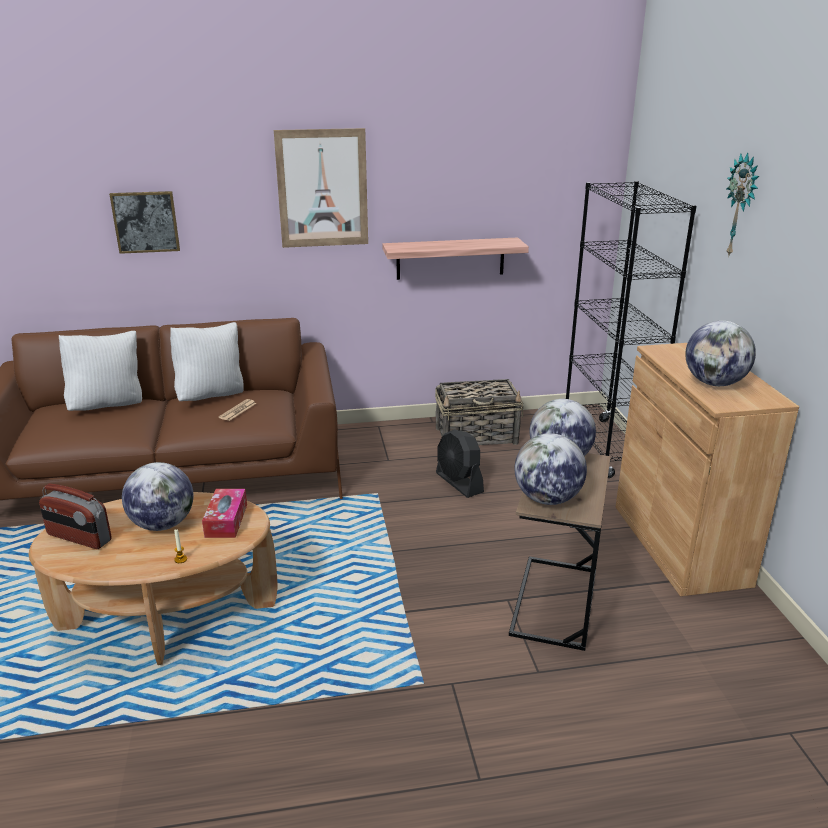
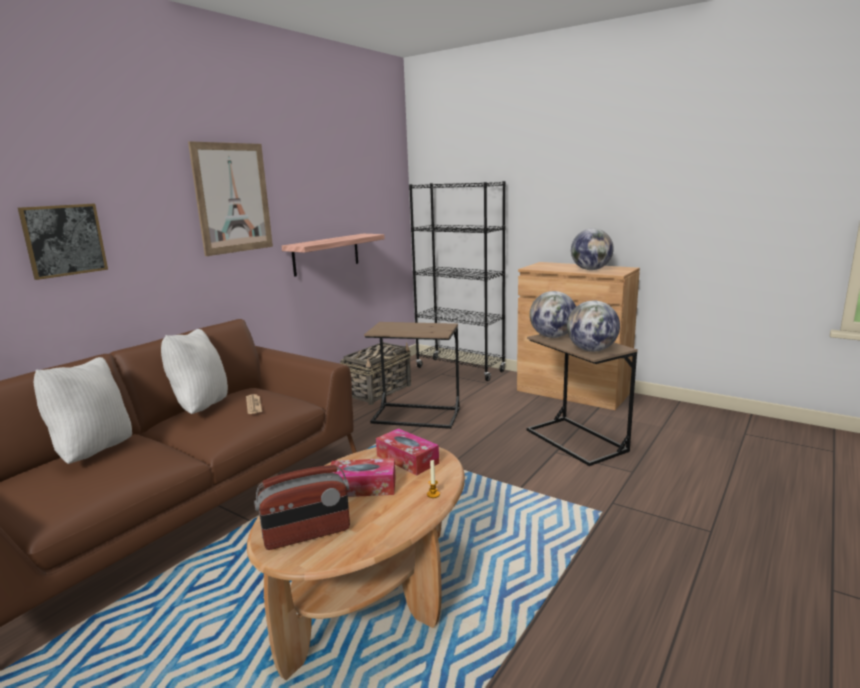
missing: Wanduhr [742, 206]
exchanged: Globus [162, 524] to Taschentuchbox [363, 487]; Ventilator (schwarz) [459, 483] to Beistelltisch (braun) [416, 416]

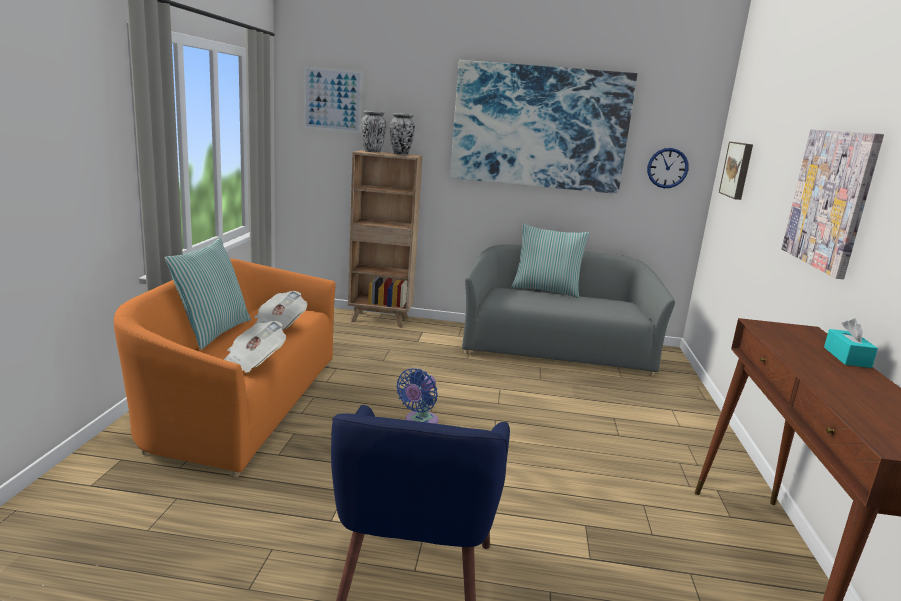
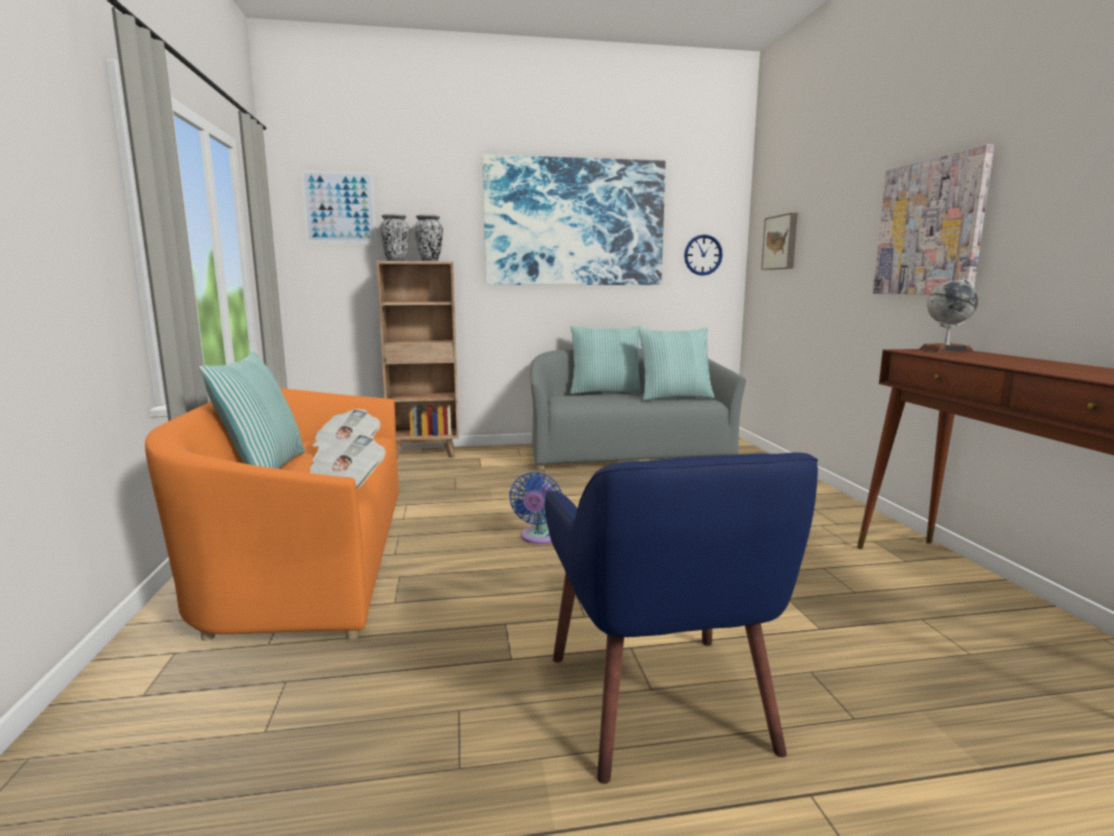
missing: Taschentuchbox (türkis) [847, 357]
appeared: Kissen [674, 397]; Globus [945, 350]

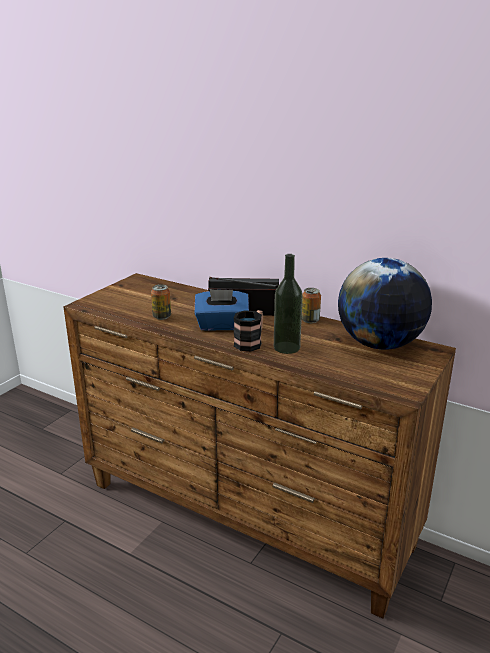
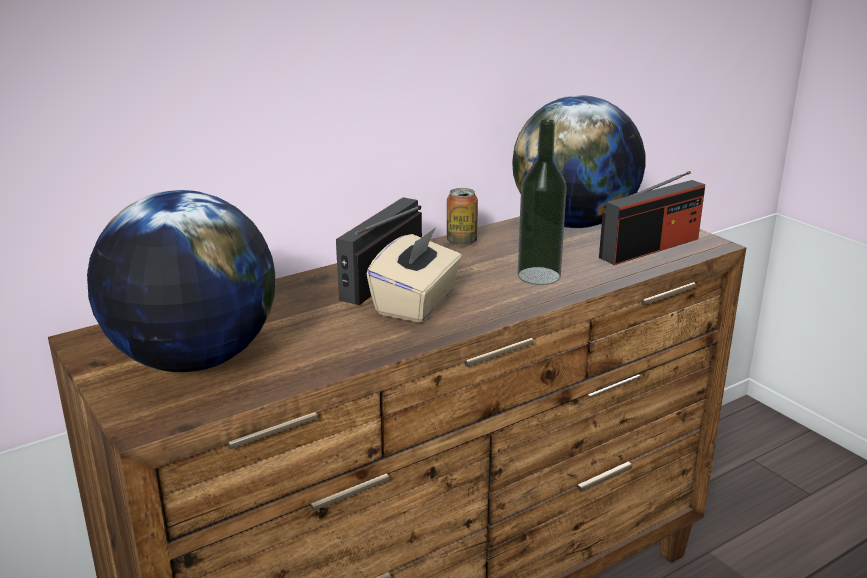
missing: Dose [162, 317]; Henkelbecher [251, 342]
appeared: Globus [193, 360]; Radio [650, 248]
colour: Taschentuchbox (blau) [222, 325] to Taschentuchbox (beige) [416, 303]

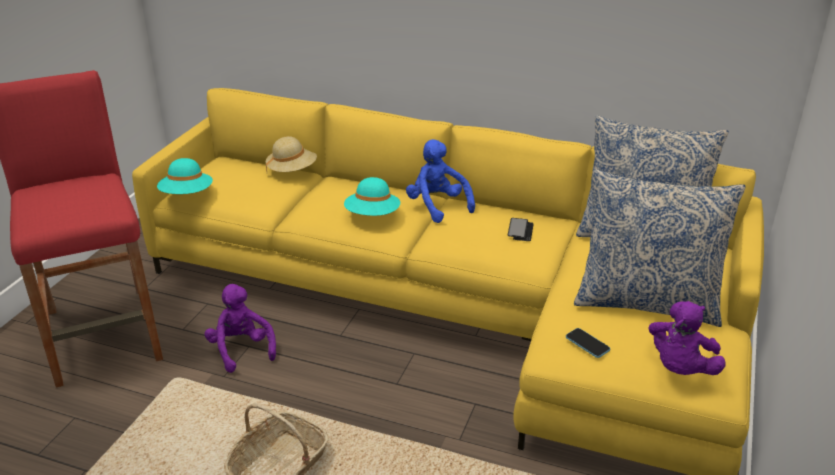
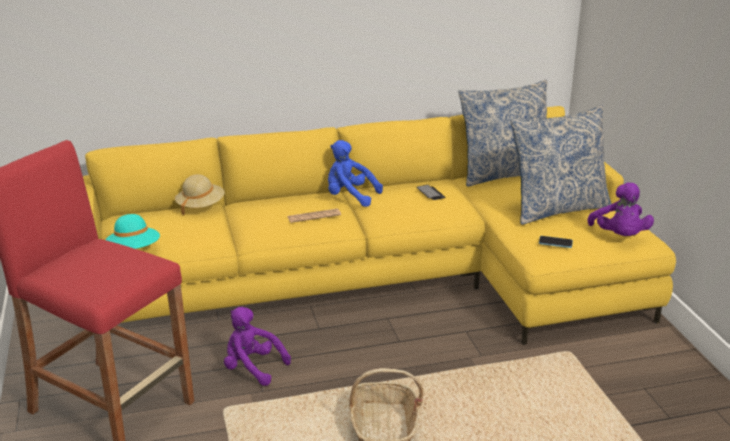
exchanged: Hut (türkis) [372, 215] to Zeitung [314, 216]

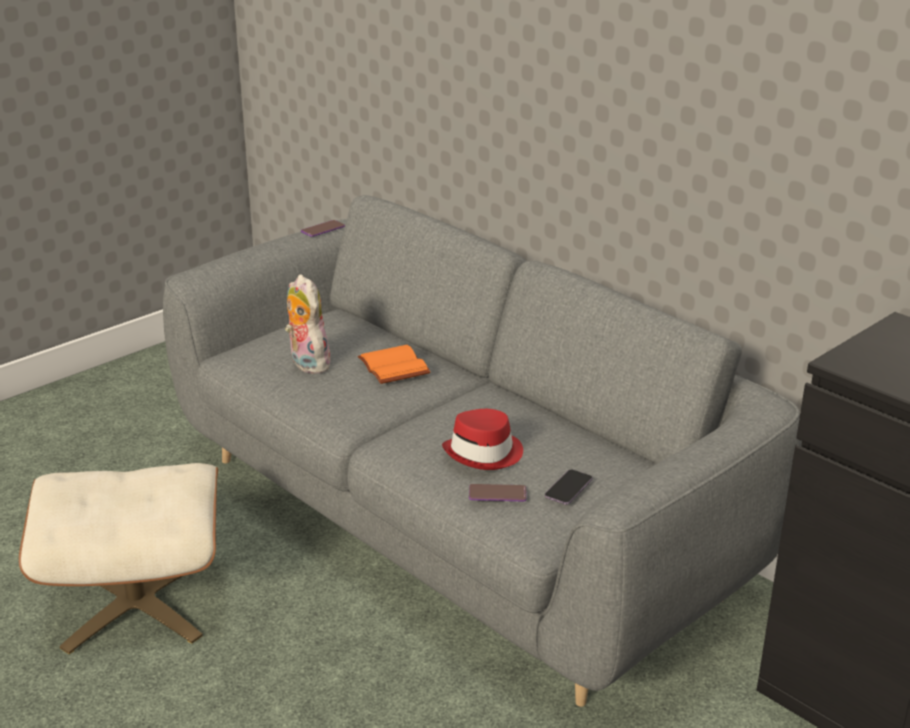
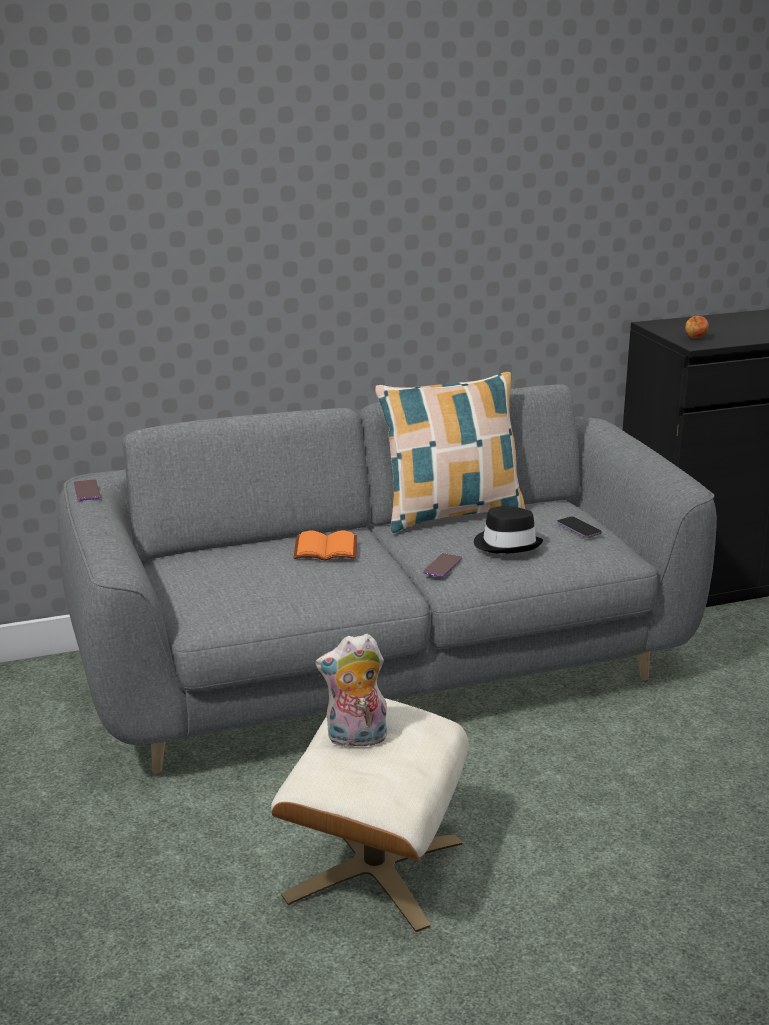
appeared: Kissen [451, 514]; Apfel [695, 338]
relocated: Plüschtier [306, 363] to [355, 739]; Handy [497, 494] to [442, 566]
colour: Hut (rot) [484, 453] to Hut (schwarz) [507, 544]

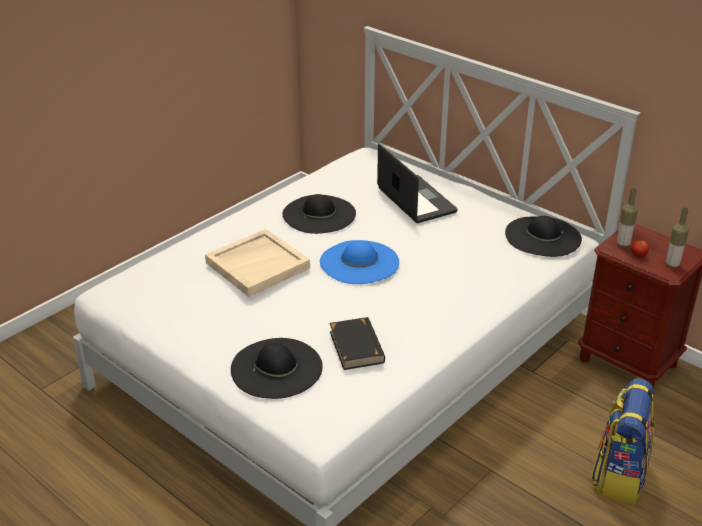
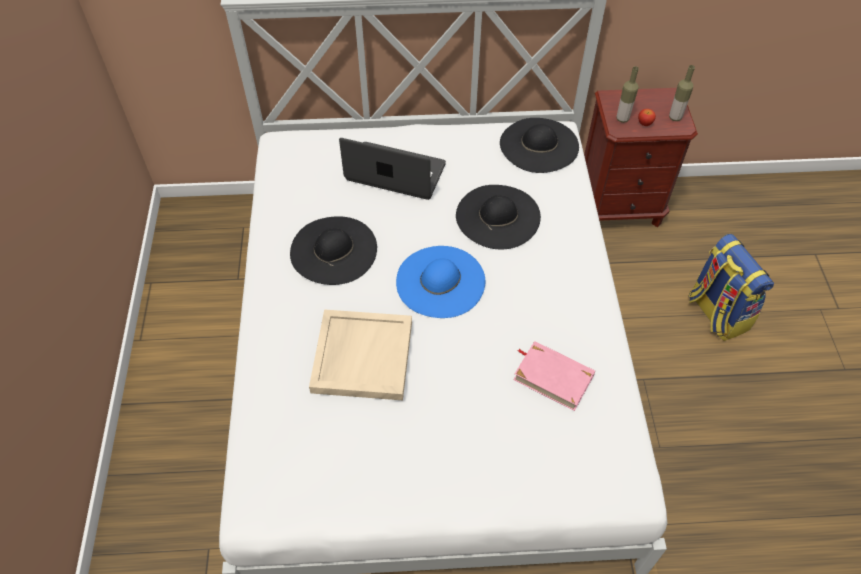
relocated: Hut (schwarz) [276, 368] to [498, 216]
colour: Buch (schwarz) [357, 347] to Buch (rosa) [553, 377]

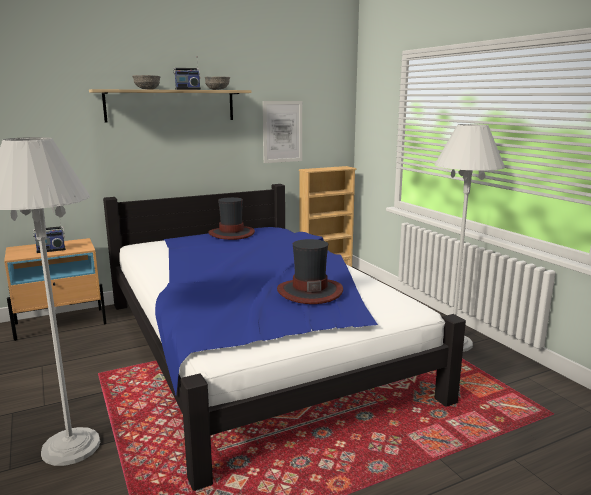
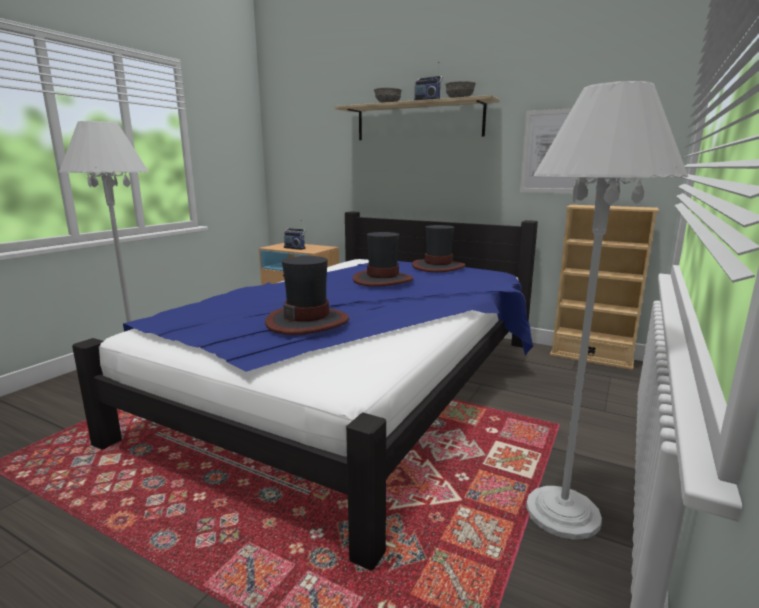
appeared: Hut [382, 280]

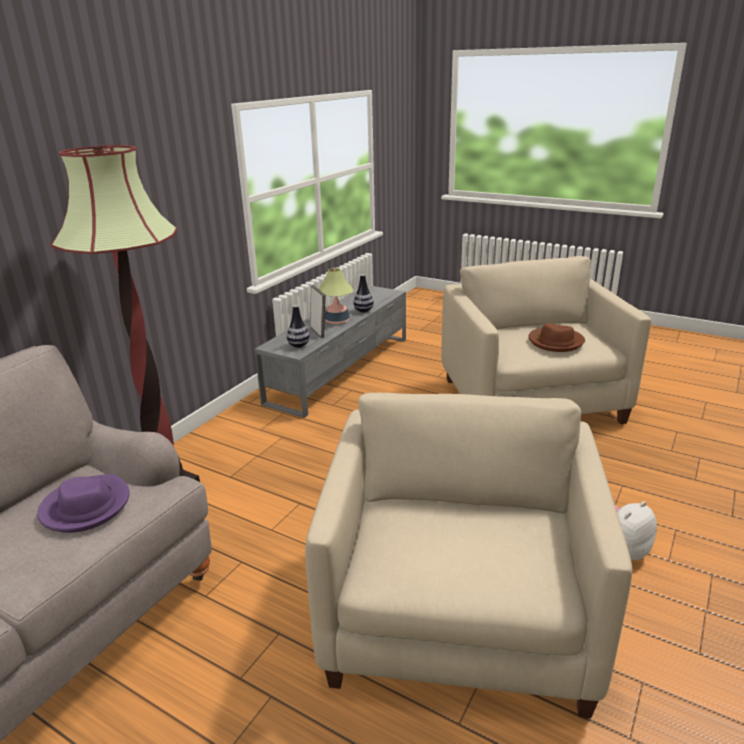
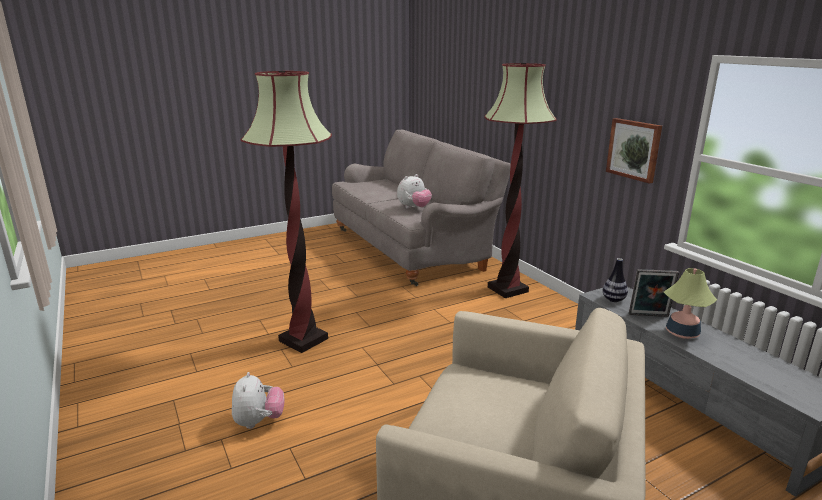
missing: Vase [363, 311]; Hut (braun) [555, 342]
appeared: Bild [634, 149]
exchanged: Hut (lila) [86, 507] to Plüschtier [414, 208]; Sessel (beige) [459, 615] to Stehlampe [303, 340]

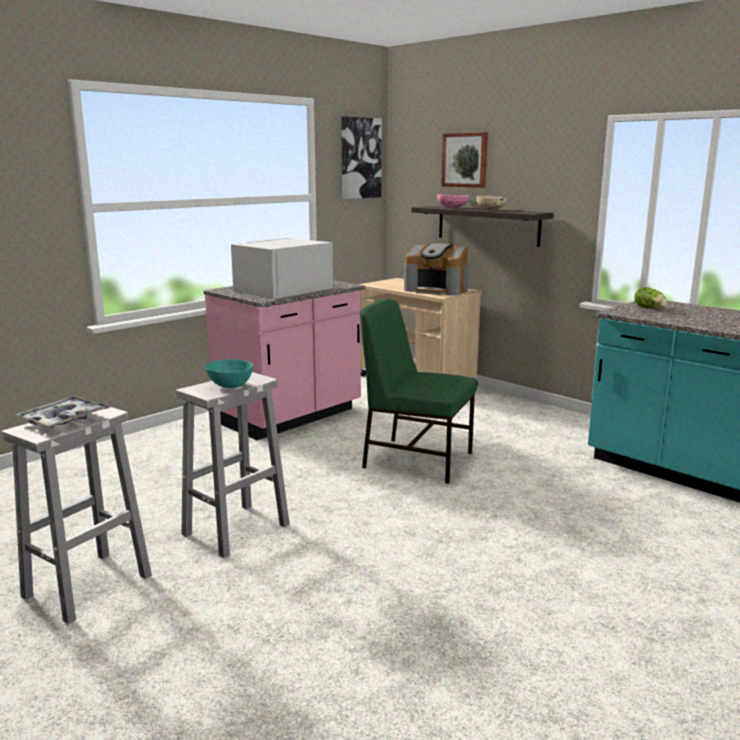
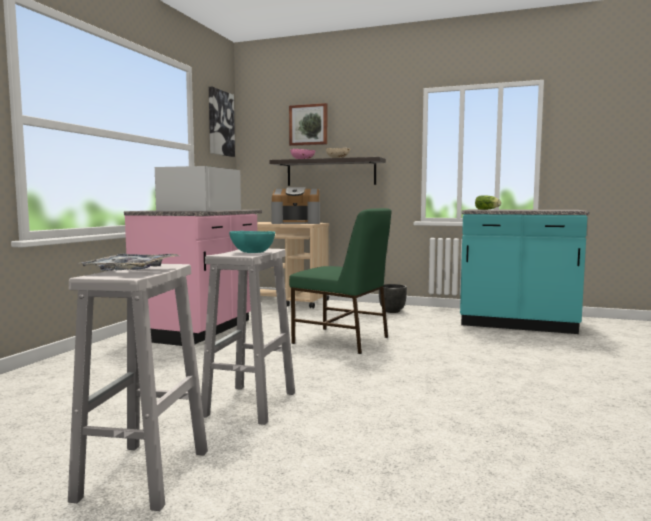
appeared: Pflanzkübel (schwarz) [392, 311]
spun: Stuhl (grün) [416, 459] = [342, 340] 150 degrees counterclockwise

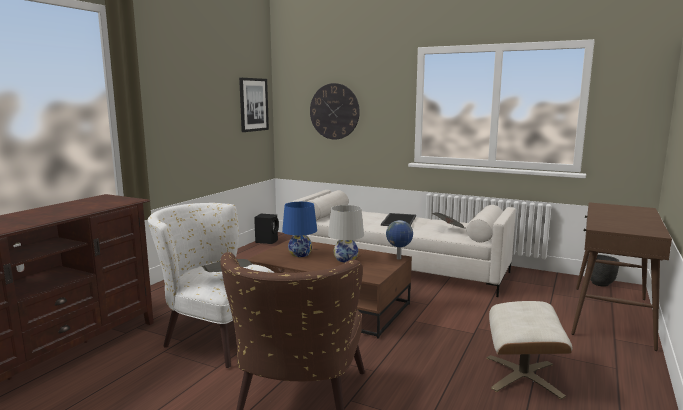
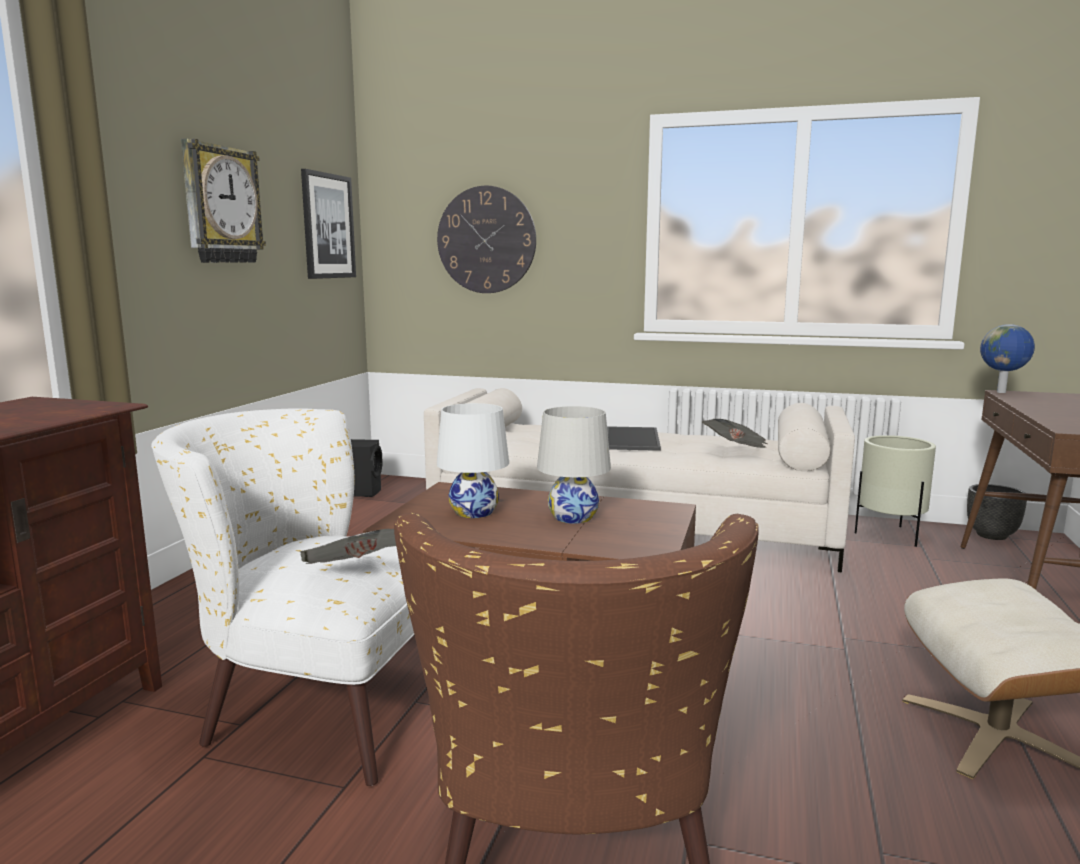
appeared: Wanduhr [221, 205]; Pflanzkübel (beige) [890, 535]
relocated: Globus [399, 258] to [1002, 392]
colour: Tischlampe (blau) [300, 254] to Tischlampe (weiß) [474, 512]

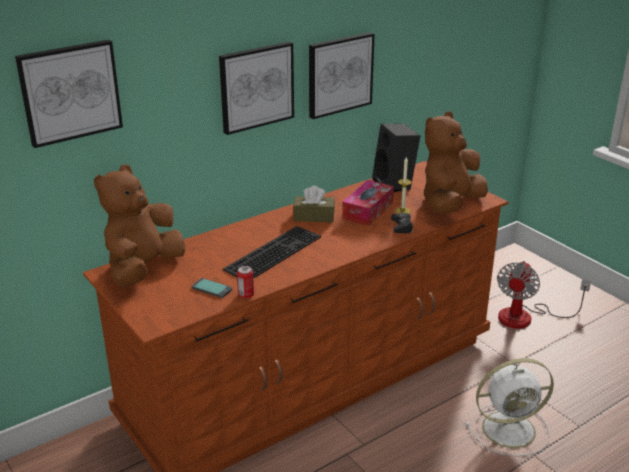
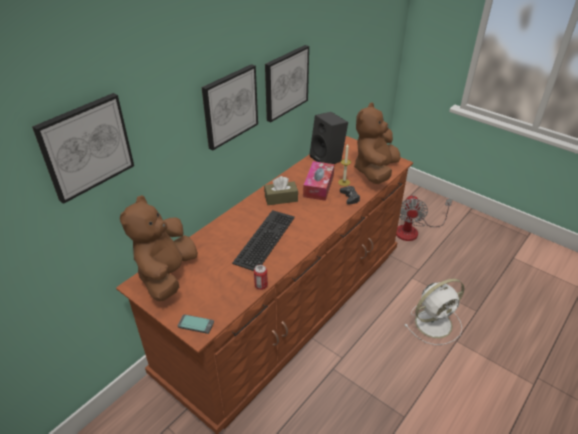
relocated: Handy [212, 288] to [196, 324]

